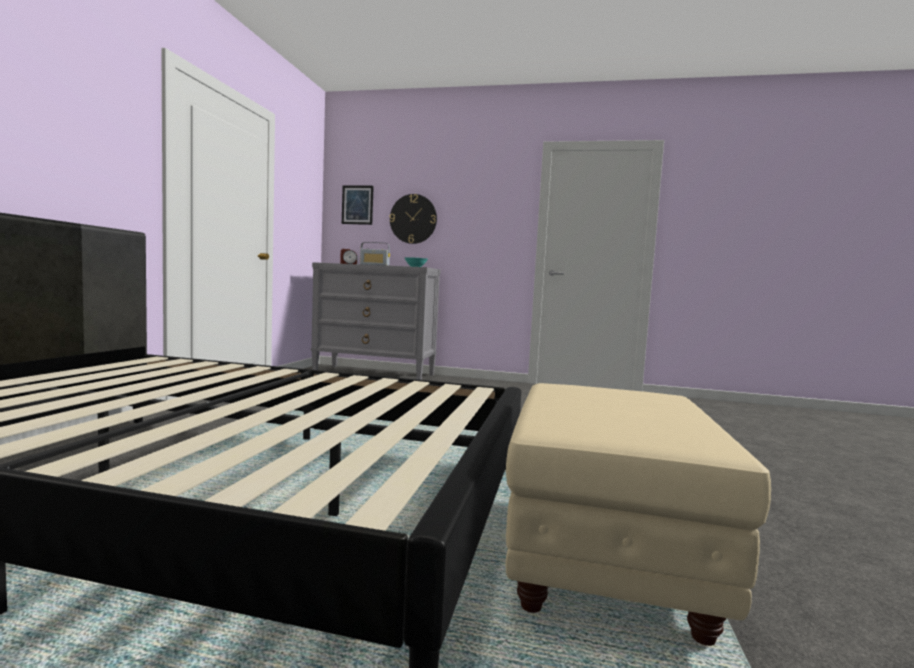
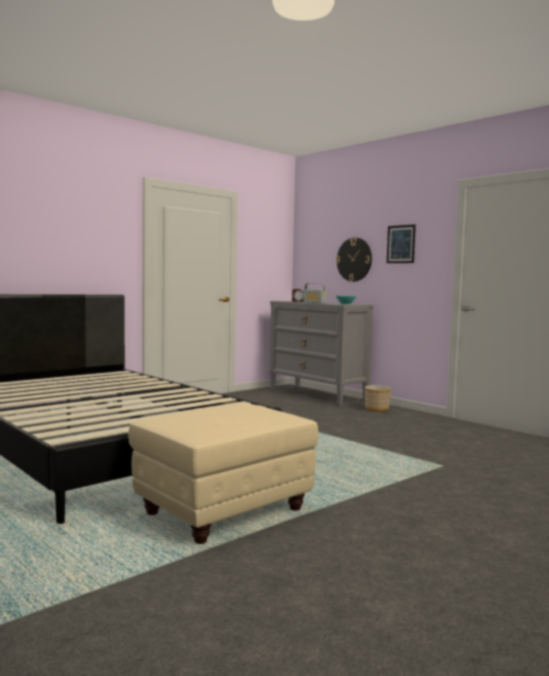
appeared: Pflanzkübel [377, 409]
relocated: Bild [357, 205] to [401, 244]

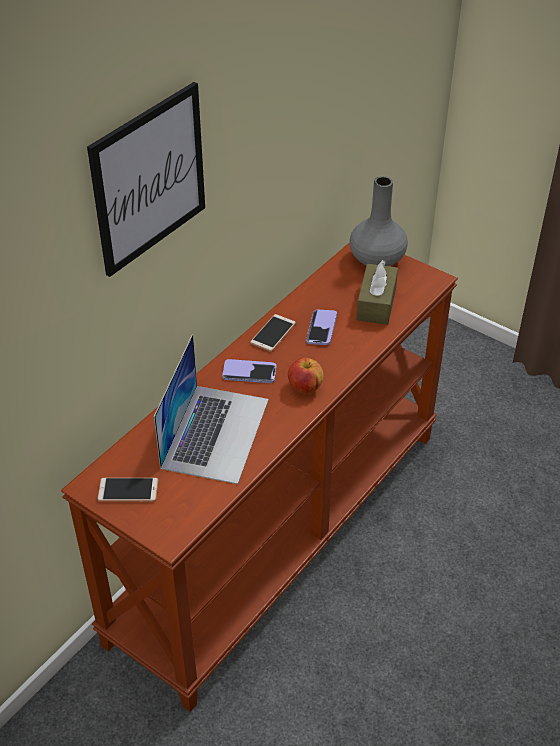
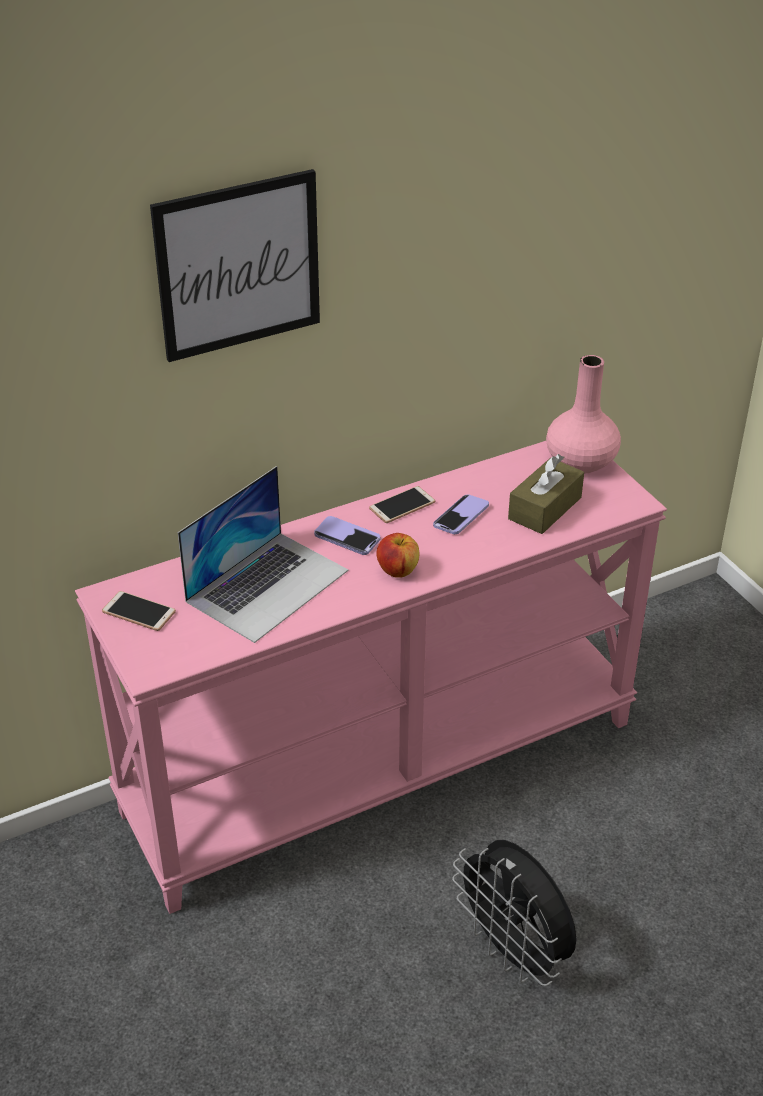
appeared: Ventilator (schwarz) [514, 952]
colour: Konsolentisch (braun) [278, 531] to Konsolentisch (rosa) [380, 764]; Vase (grau) [377, 259] to Vase (rosa) [581, 462]

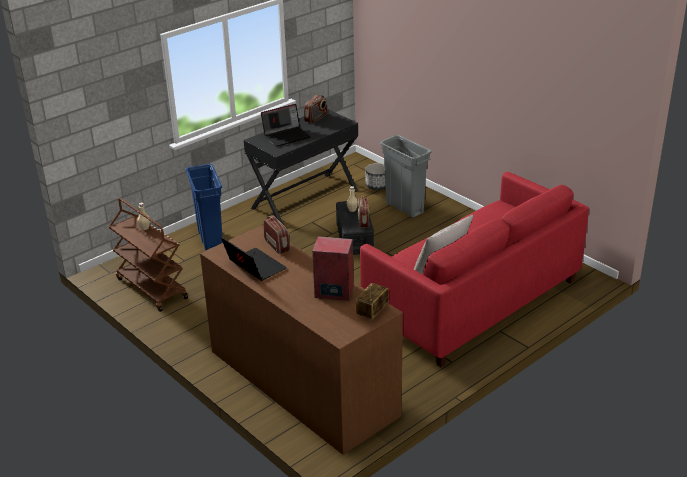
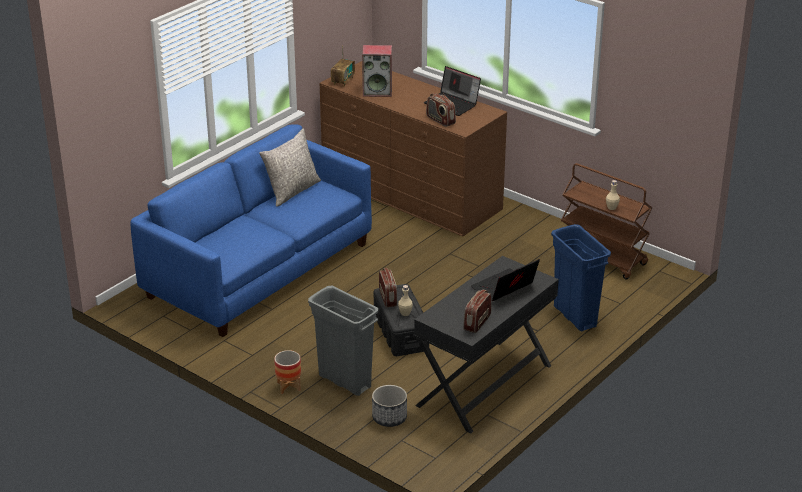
appeared: Pflanzkübel [288, 386]
colour: Sofa (rot) [472, 300] to Sofa (blau) [259, 270]

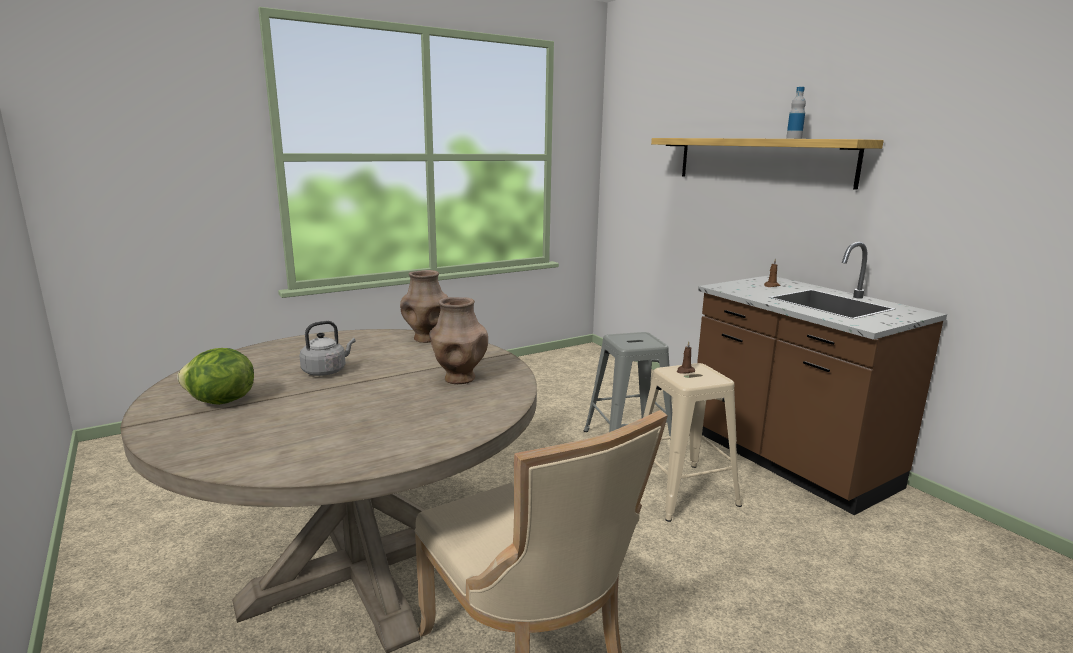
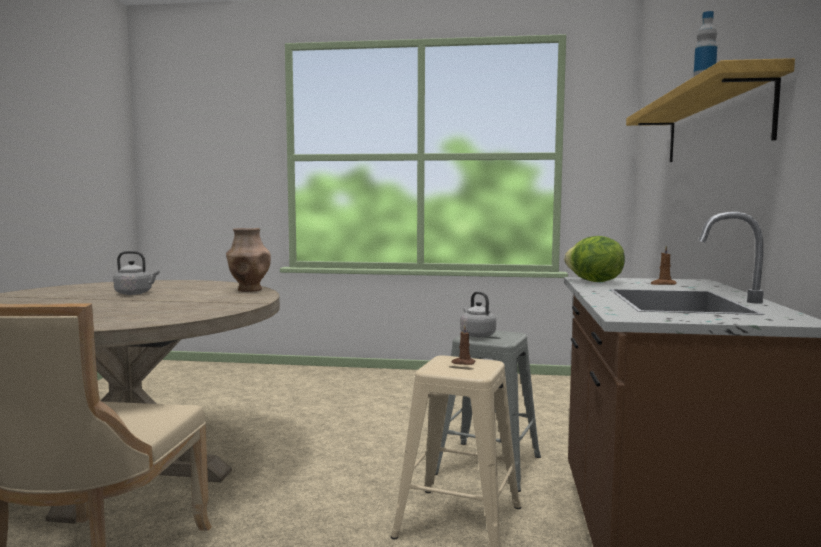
missing: Vase (braun) [459, 379]
appeared: Wasserkessel (grau) [476, 335]
relocated: Salatkopf [220, 402] to [593, 282]

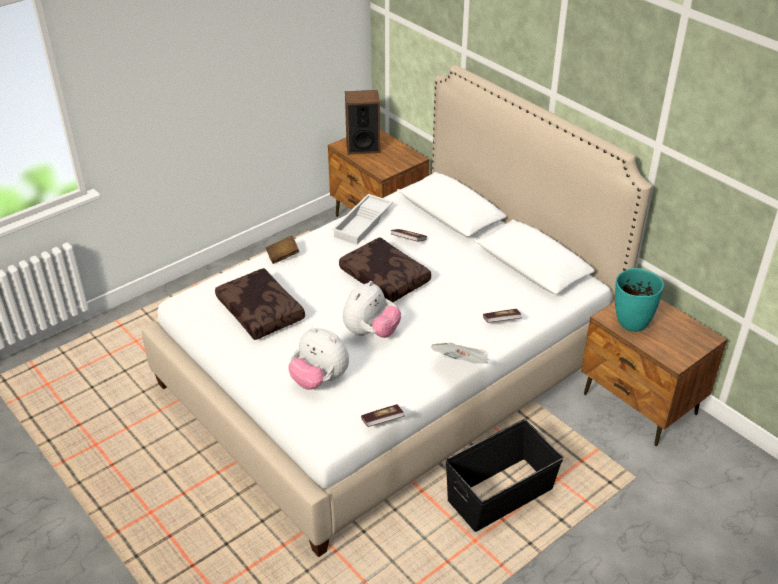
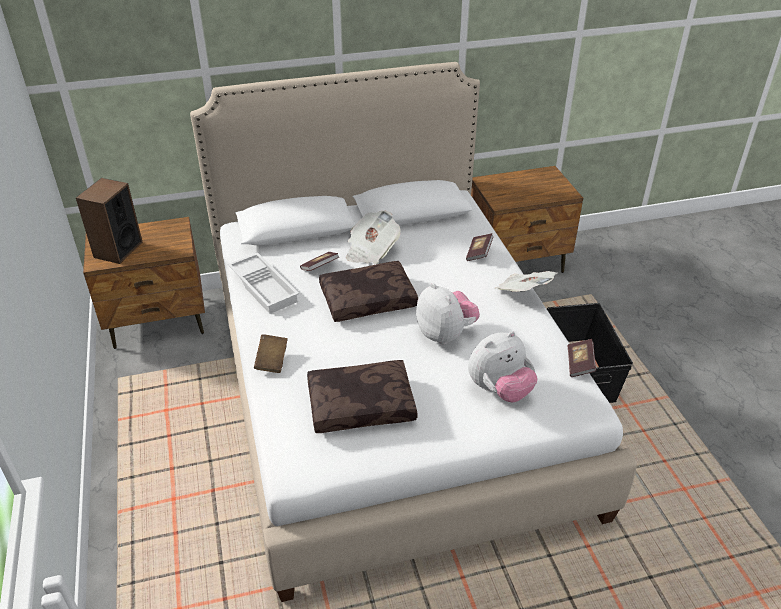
missing: Vase (türkis) [631, 323]
appeared: Zeitung [371, 250]

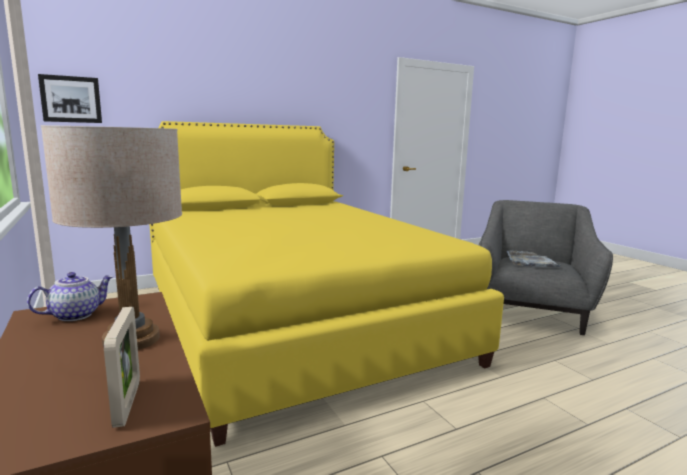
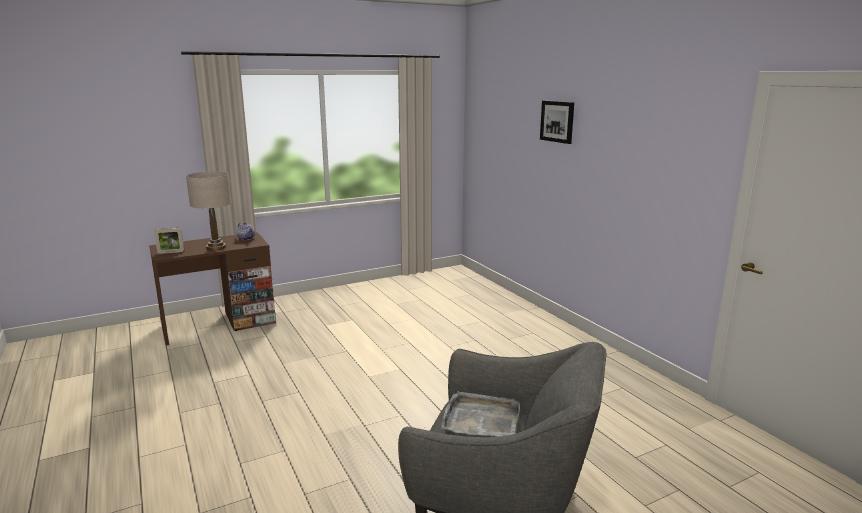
missing: Bett (gelb) [293, 320]
relocated: Bild [71, 99] to [557, 121]

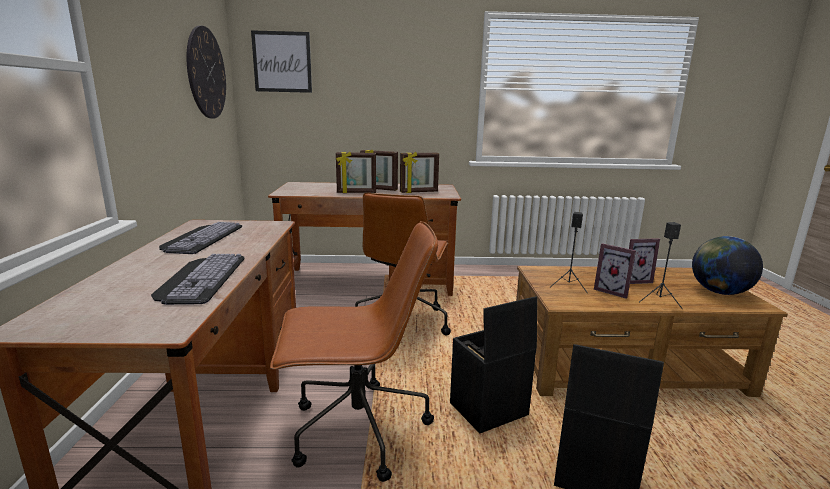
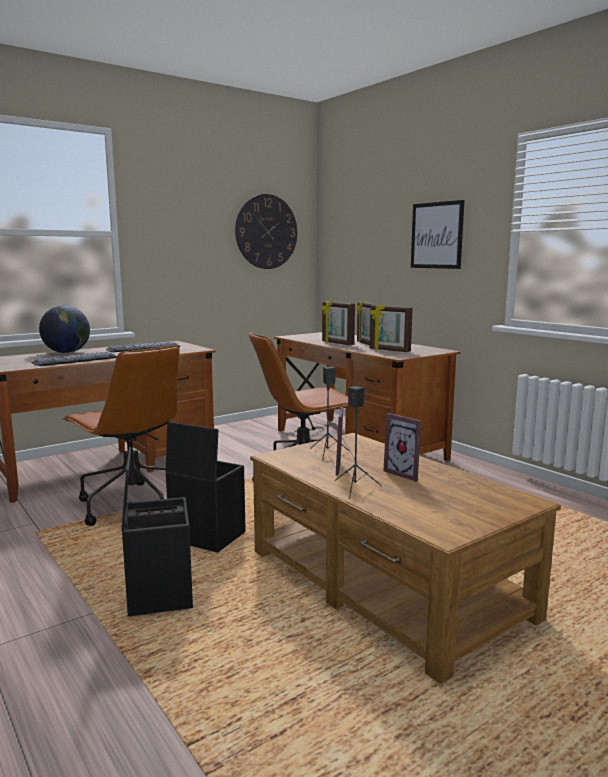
relocated: Bild [282, 62] to [436, 235]; Globus [719, 292] to [67, 352]

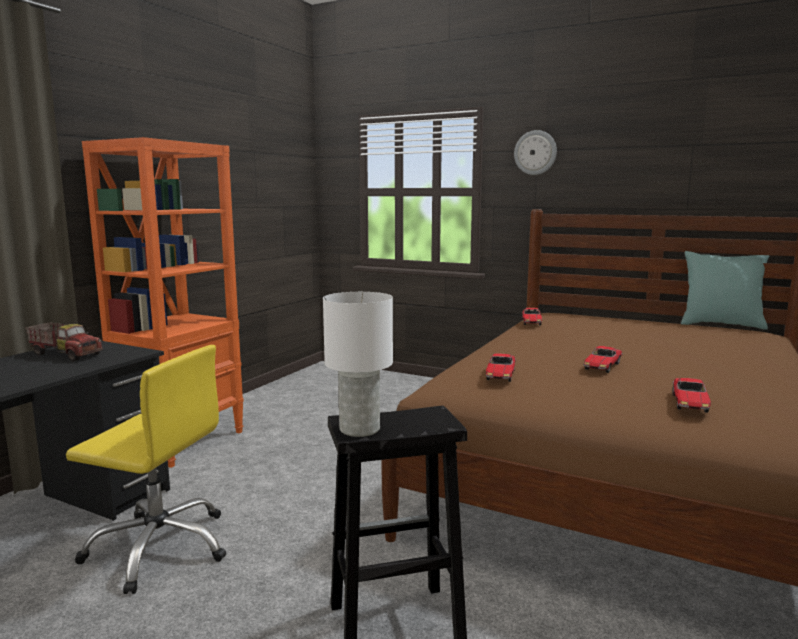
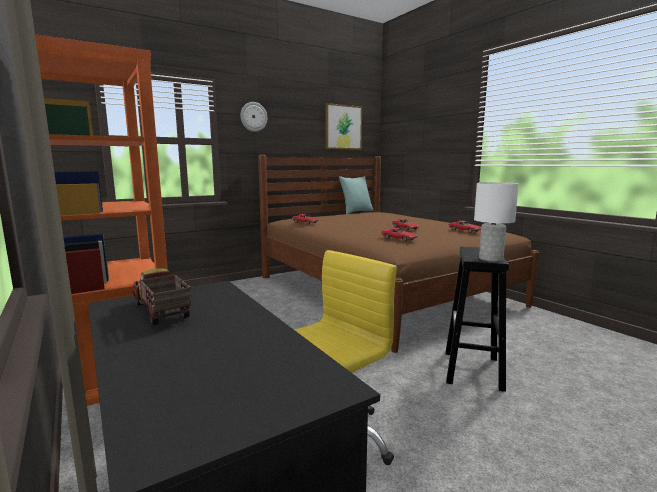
appeared: Bild [343, 127]
spun: Spielzeuglaster [66, 354] = [161, 312] 90 degrees counterclockwise

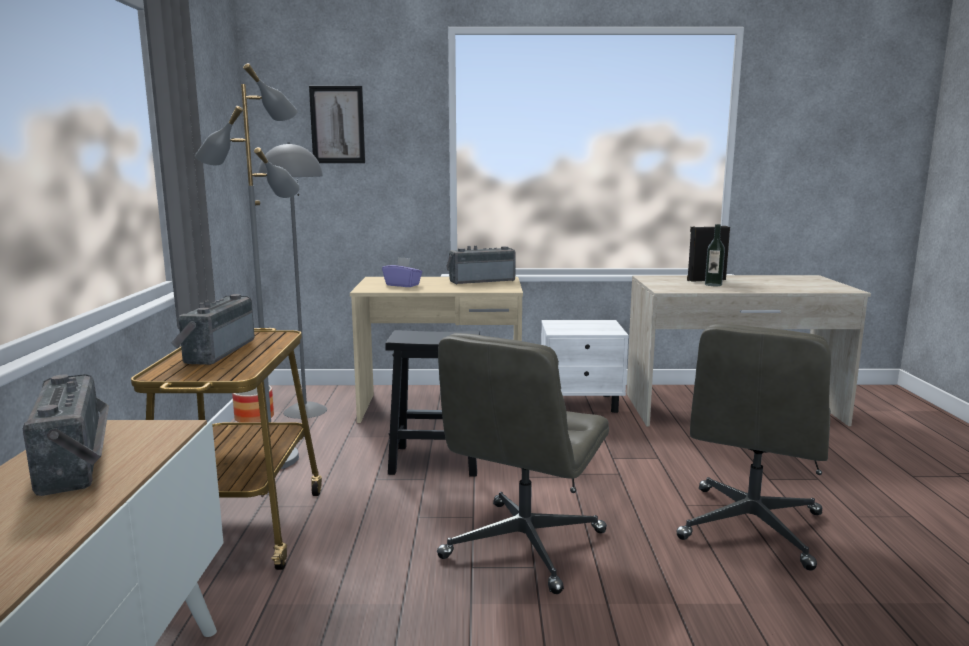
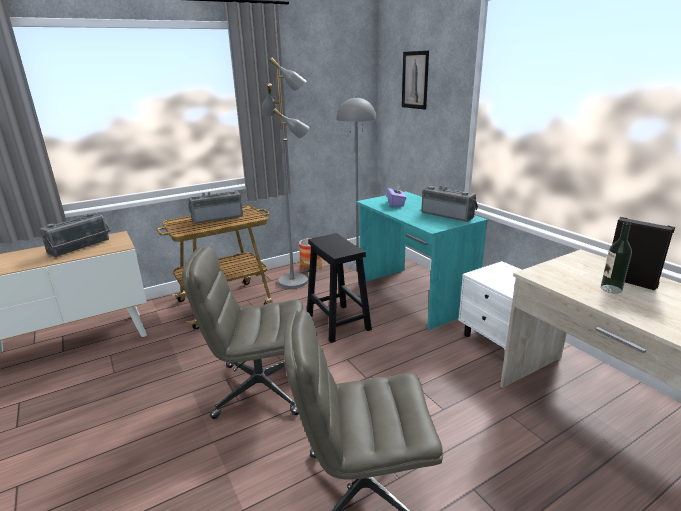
colour: Schreibtisch (beige) [441, 408] to Schreibtisch (türkis) [413, 296]

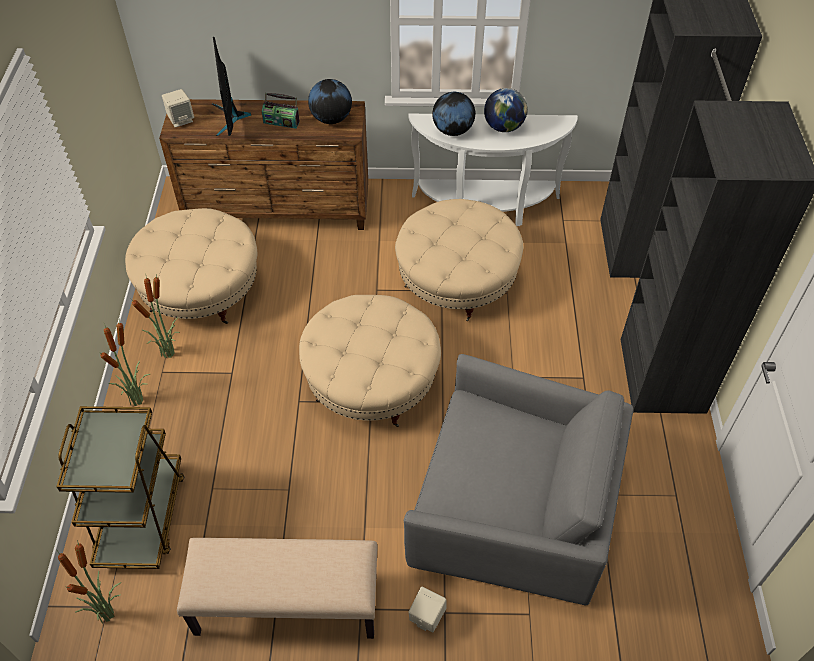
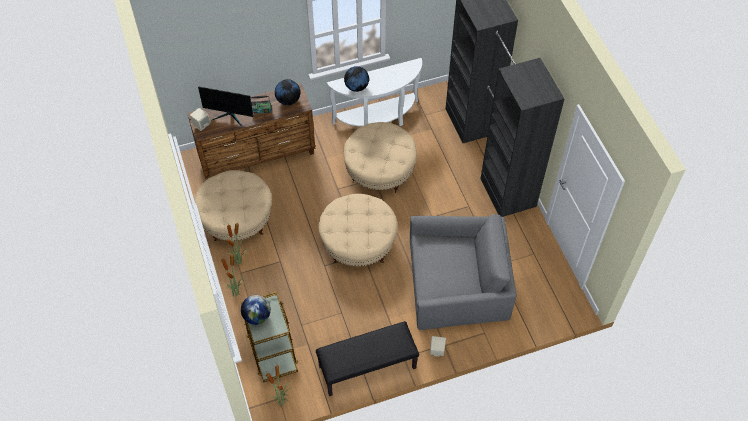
relocated: Globus [503, 127] to [257, 316]
colour: Bank (beige) [286, 605] to Bank (schwarz) [367, 367]
spun: Monitor [230, 117] = [229, 115] 45 degrees counterclockwise

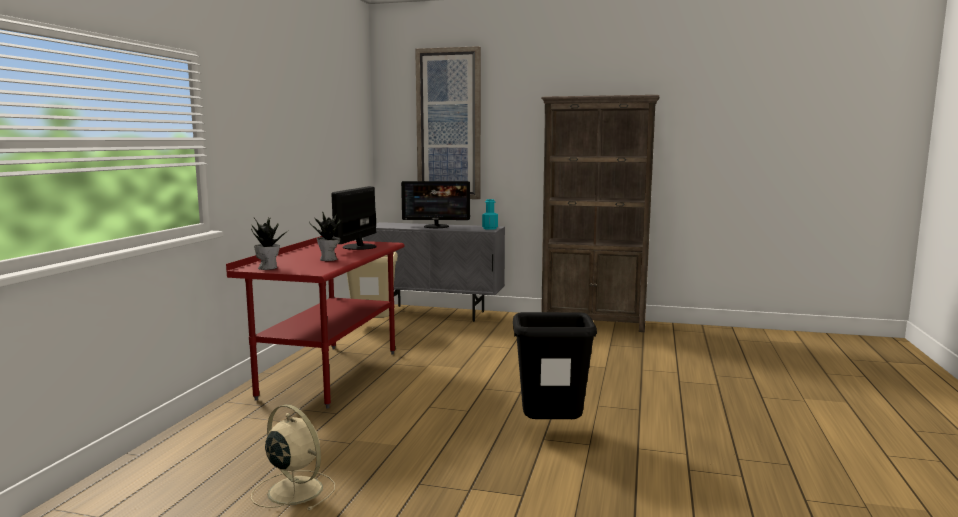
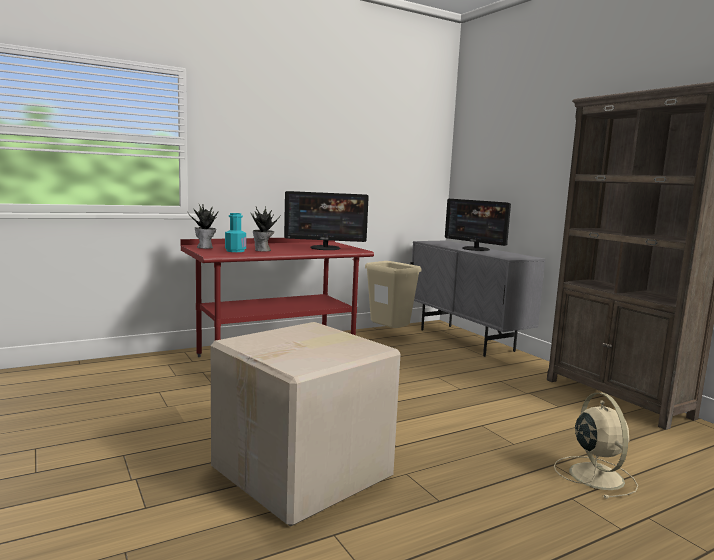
missing: Bild [449, 124]
relocated: Ventilator (beige) [293, 490] to [594, 475]; Flasche (türkis) [490, 228] to [235, 251]
exchanged: Mülleimer (schwarz) [552, 431] to Karton [305, 472]
spun: Monitor [358, 247] = [325, 248] 150 degrees counterclockwise

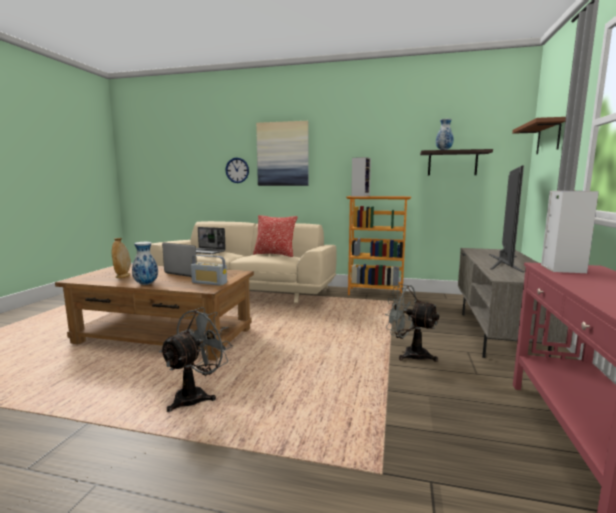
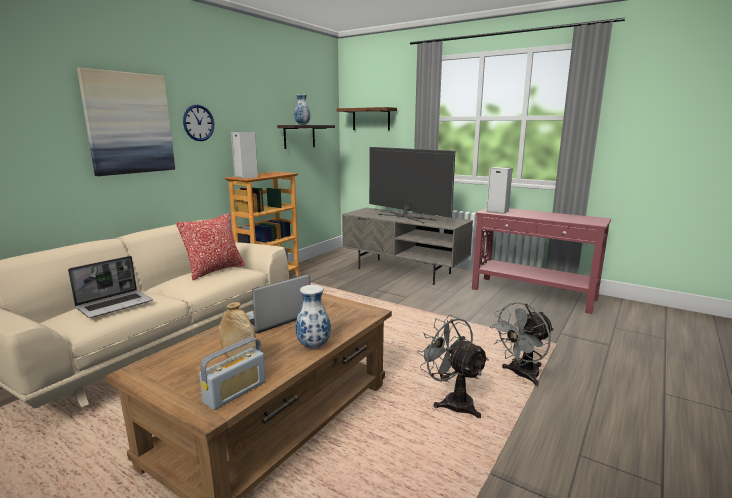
relocated: Radio [209, 283] to [235, 392]; Wanduhr [237, 170] to [198, 123]; Ventilator (grau) [409, 354] to [521, 375]

